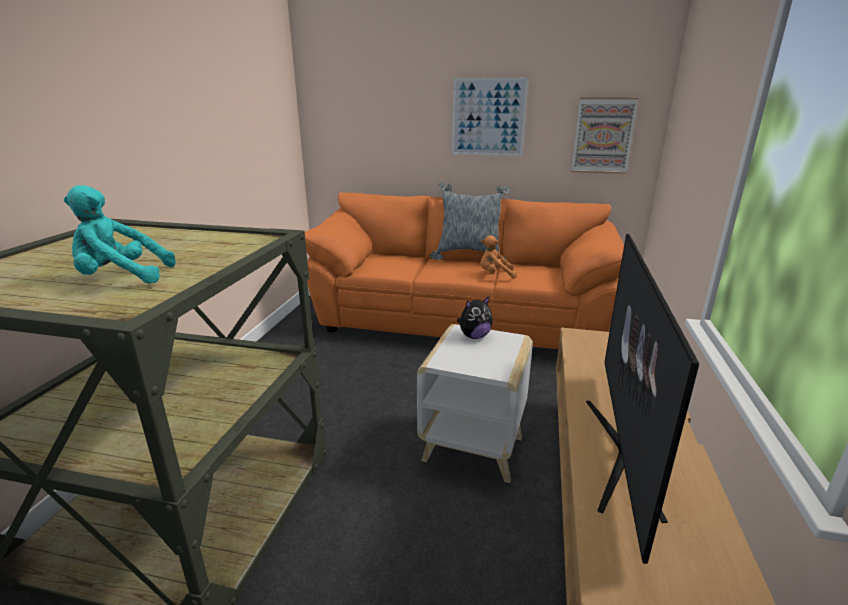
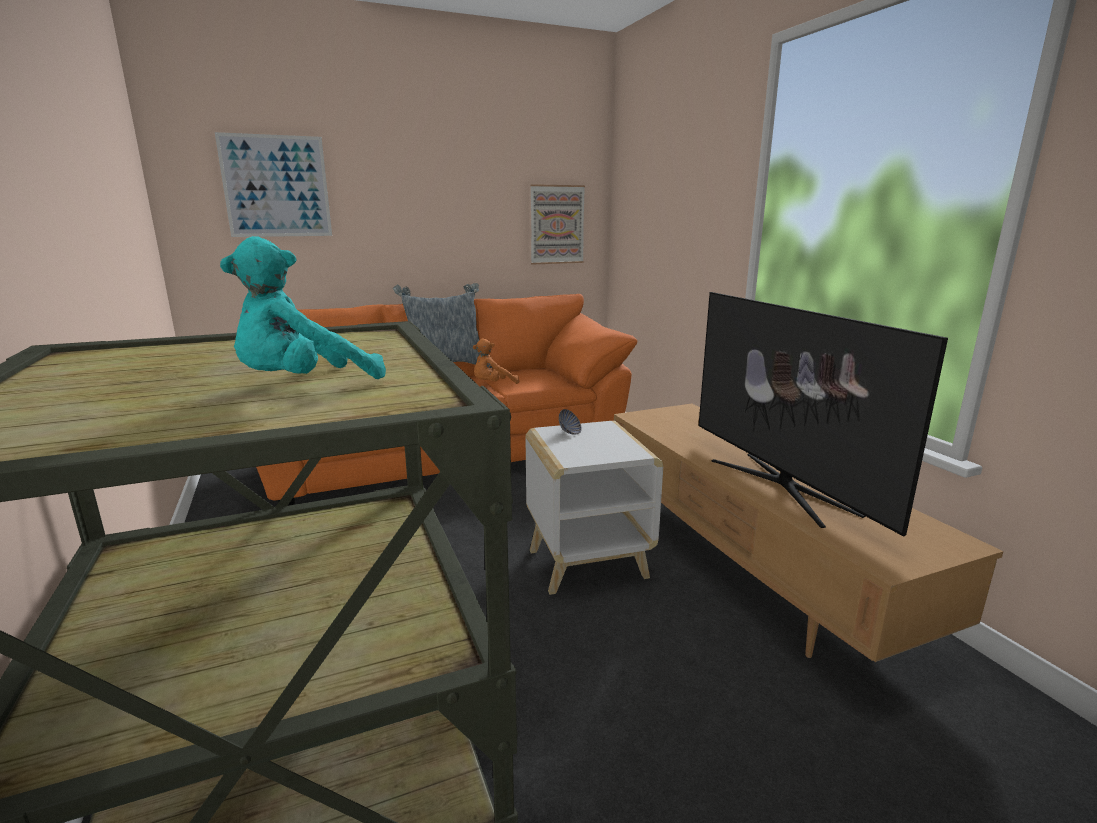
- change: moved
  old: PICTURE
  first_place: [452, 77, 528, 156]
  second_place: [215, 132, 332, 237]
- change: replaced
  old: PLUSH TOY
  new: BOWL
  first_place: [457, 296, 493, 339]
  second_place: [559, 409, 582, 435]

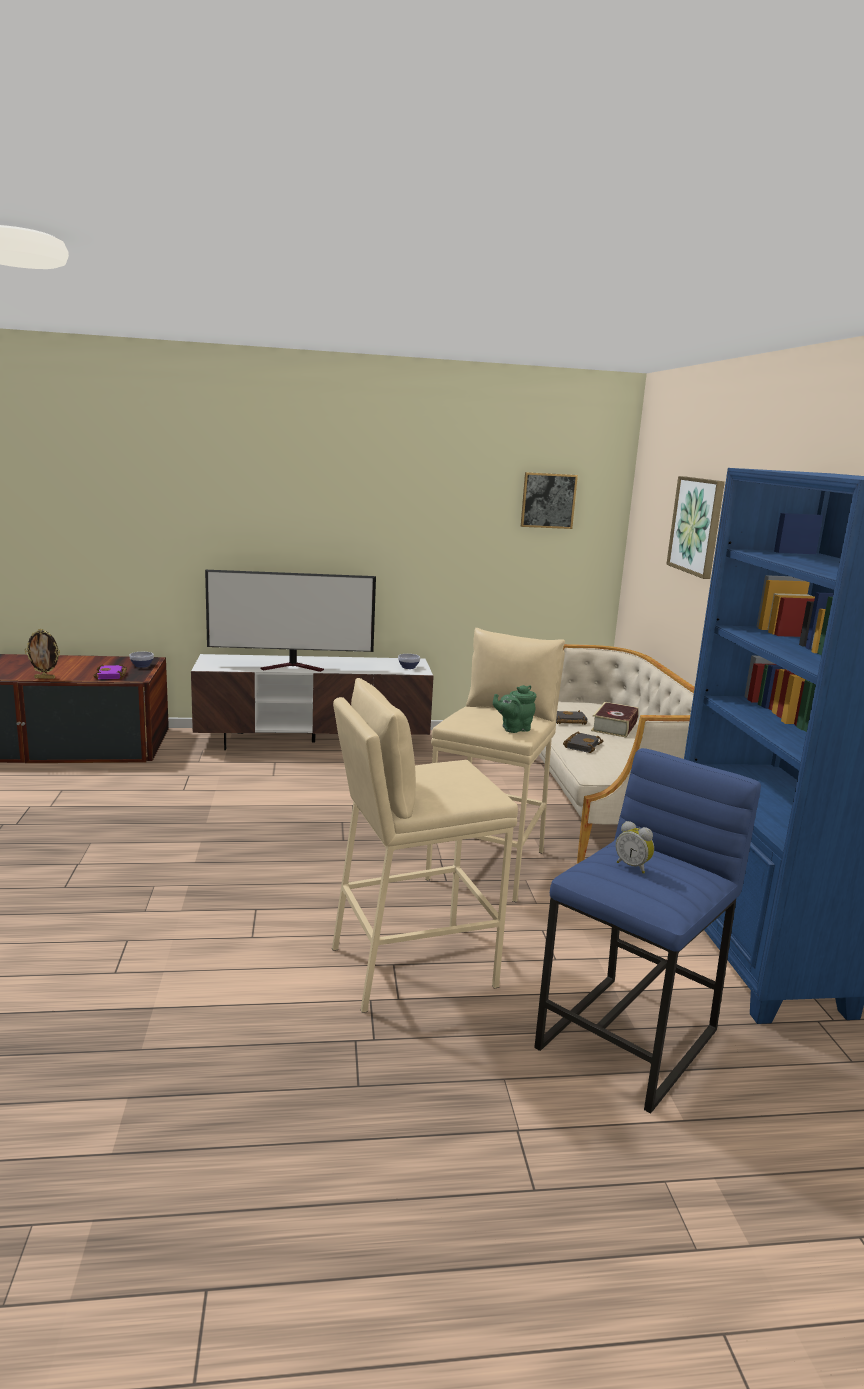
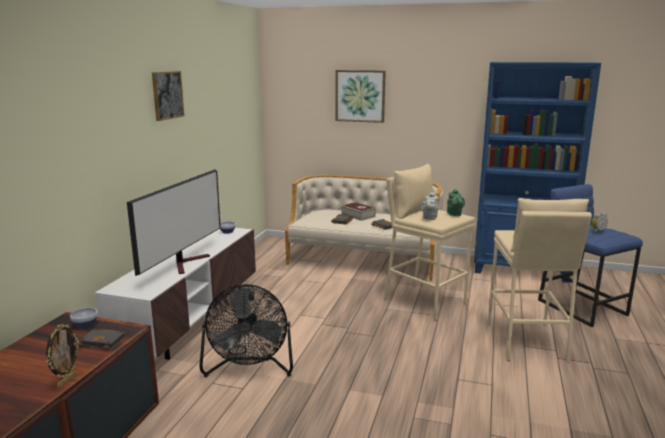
- change: recoloured
  old: PURPLE BOOK
  new: BLACK BOOK
  first_place: [94, 664, 127, 679]
  second_place: [78, 328, 125, 350]
- change: moved
  old: PICTURE
  first_place: [521, 472, 578, 529]
  second_place: [152, 71, 185, 121]
- change: added
  new: BLACK FAN
  second_place: [199, 284, 293, 378]
- change: added
  new: GREY TEAPOT
  second_place: [421, 192, 439, 220]

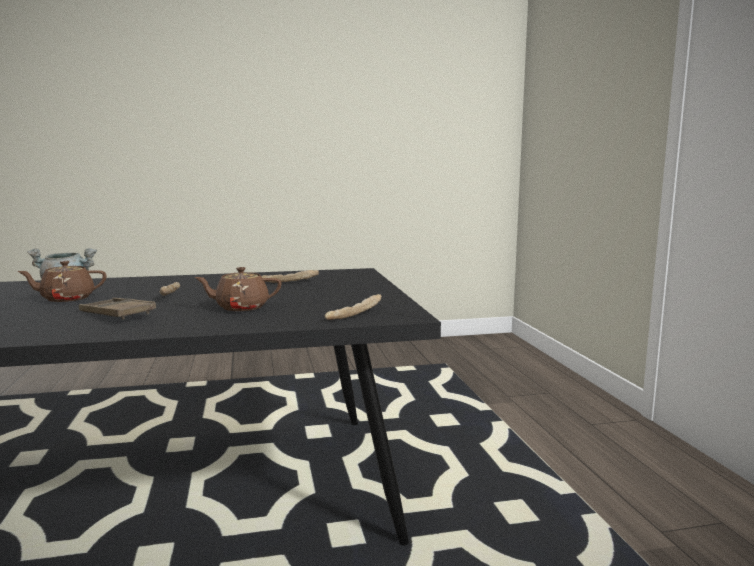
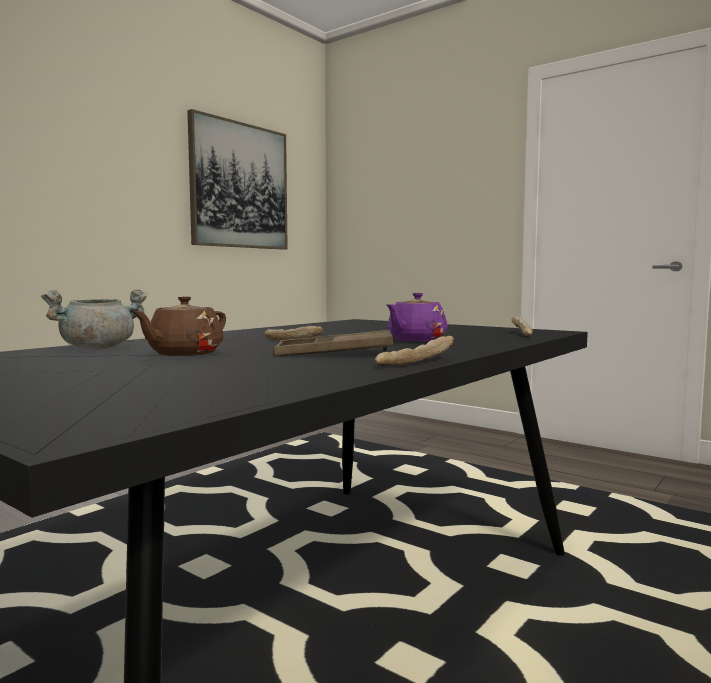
- change: recoloured
  old: BROWN TEAPOT
  new: PURPLE TEAPOT
  first_place: [194, 267, 282, 311]
  second_place: [386, 292, 448, 341]
- change: moved
  old: BREAD
  first_place: [262, 270, 319, 283]
  second_place: [375, 336, 453, 366]
- change: added
  new: PICTURE
  second_place: [187, 109, 288, 250]

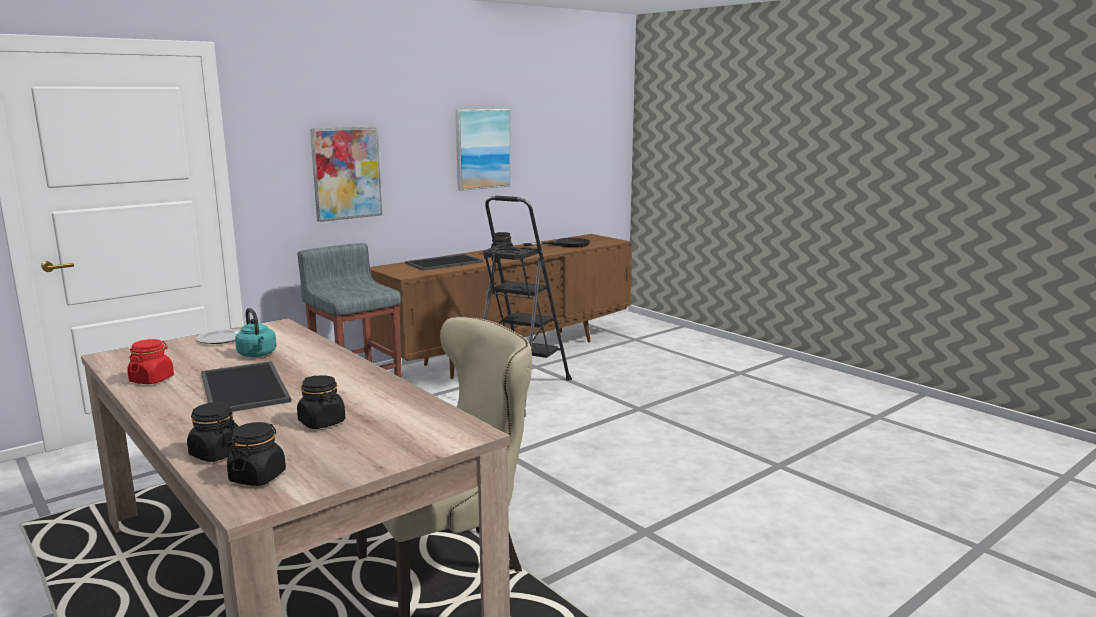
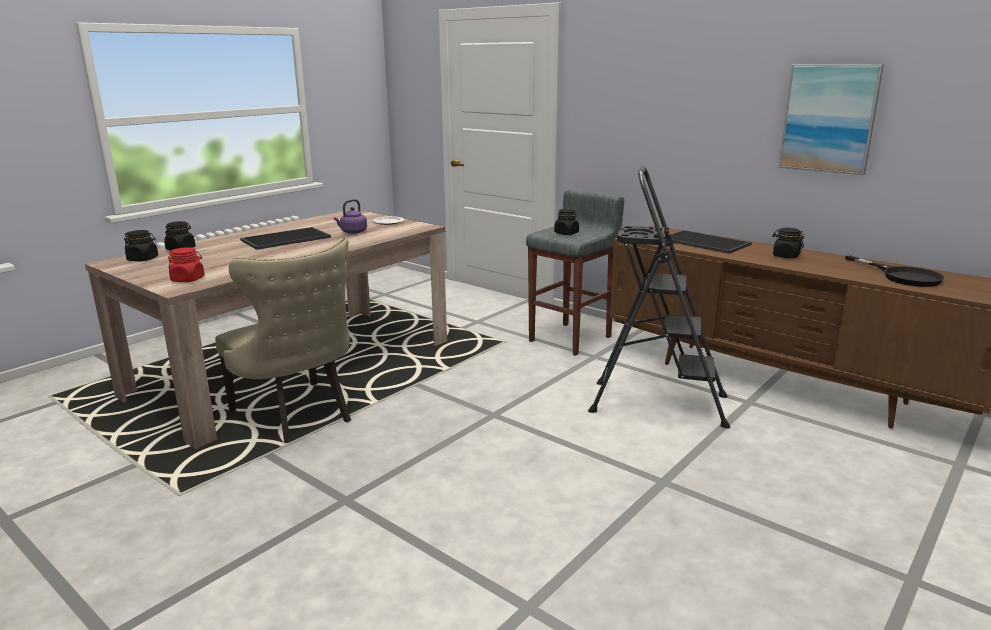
- change: moved
  old: RED JAR
  first_place: [127, 339, 174, 384]
  second_place: [168, 247, 205, 282]
- change: recoloured
  old: TURQUOISE KETTLE
  new: PURPLE KETTLE
  first_place: [235, 308, 277, 357]
  second_place: [334, 199, 367, 234]
- change: moved
  old: BLACK JAR
  first_place: [297, 375, 345, 429]
  second_place: [554, 209, 579, 235]
- change: removed
  old: PICTURE
  first_place: [310, 127, 382, 222]

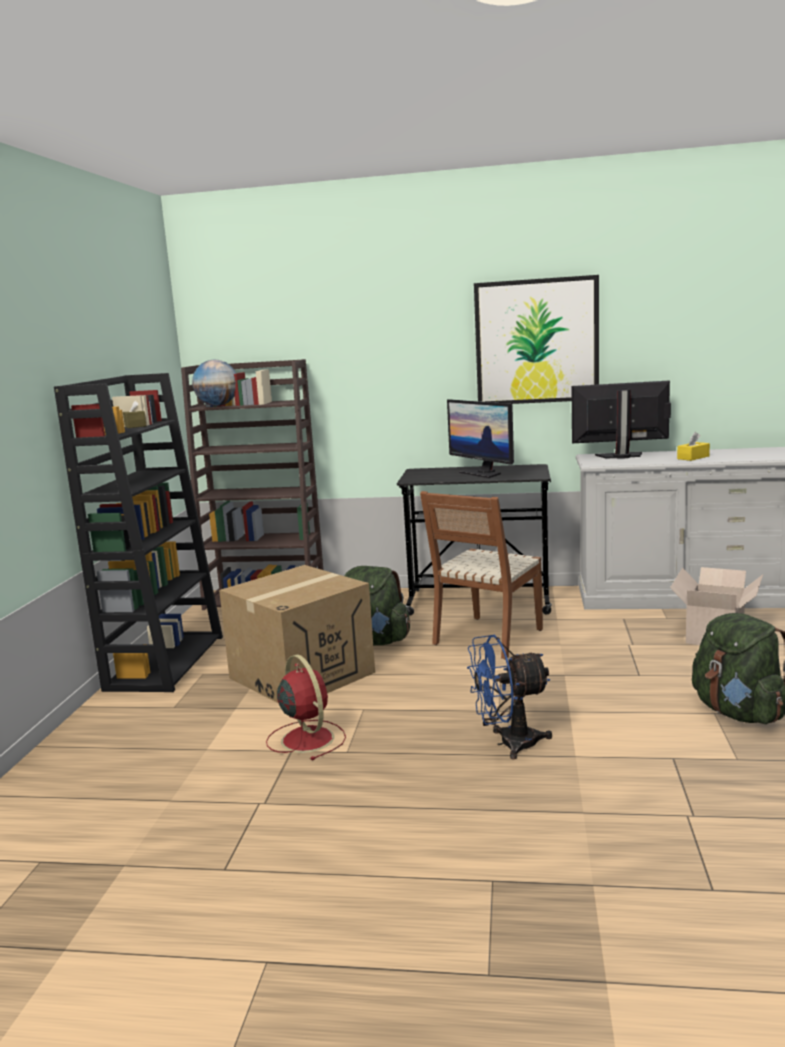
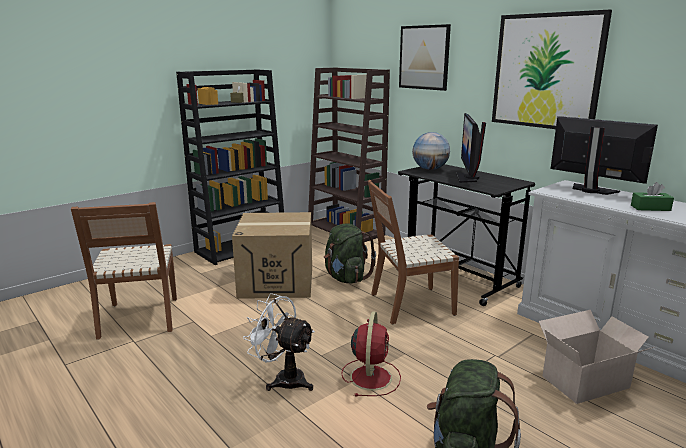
- change: moved
  old: GLOBE
  first_place: [192, 360, 236, 406]
  second_place: [412, 132, 450, 170]
- change: moved
  old: RED FAN
  first_place: [266, 655, 346, 760]
  second_place: [341, 311, 401, 397]
- change: recoloured
  old: BLUE FAN
  new: WHITE FAN
  first_place: [467, 635, 552, 760]
  second_place: [243, 293, 315, 391]
- change: recoloured
  old: YELLOW TISSUE BOX
  new: GREEN TISSUE BOX
  first_place: [677, 432, 710, 461]
  second_place: [631, 182, 674, 211]
- change: added
  new: CHAIR
  second_place: [71, 202, 177, 340]
- change: added
  new: PICTURE
  second_place: [399, 24, 451, 91]

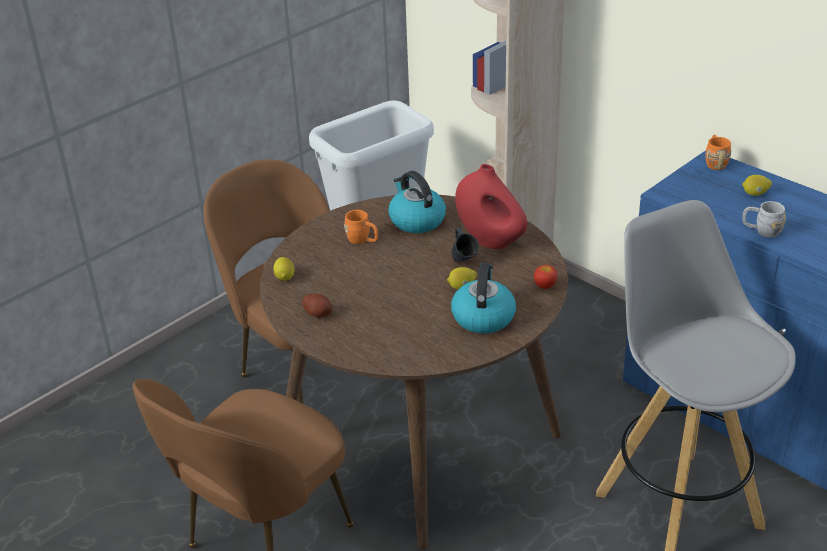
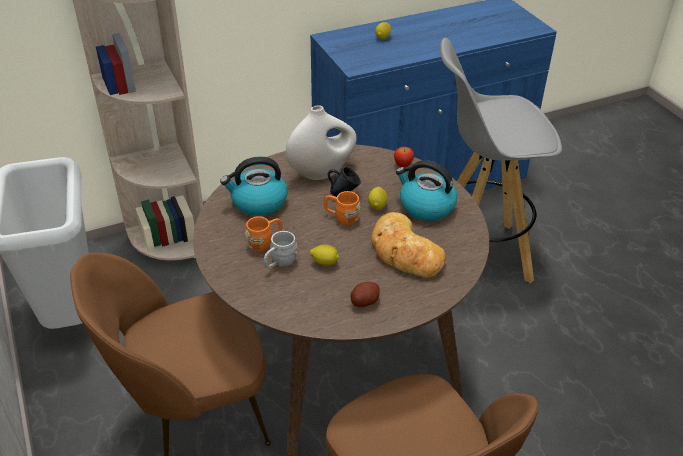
- change: moved
  old: LEMON
  first_place: [273, 257, 294, 281]
  second_place: [310, 244, 339, 266]
- change: recoloured
  old: RED VASE
  new: WHITE VASE
  first_place: [455, 164, 528, 249]
  second_place: [286, 106, 357, 180]
- change: moved
  old: ORANGE MUG
  first_place: [705, 135, 731, 170]
  second_place: [324, 191, 361, 225]
- change: moved
  old: GREY MUG
  first_place: [742, 201, 786, 238]
  second_place: [264, 231, 297, 269]
- change: added
  new: BREAD
  second_place: [371, 212, 446, 278]

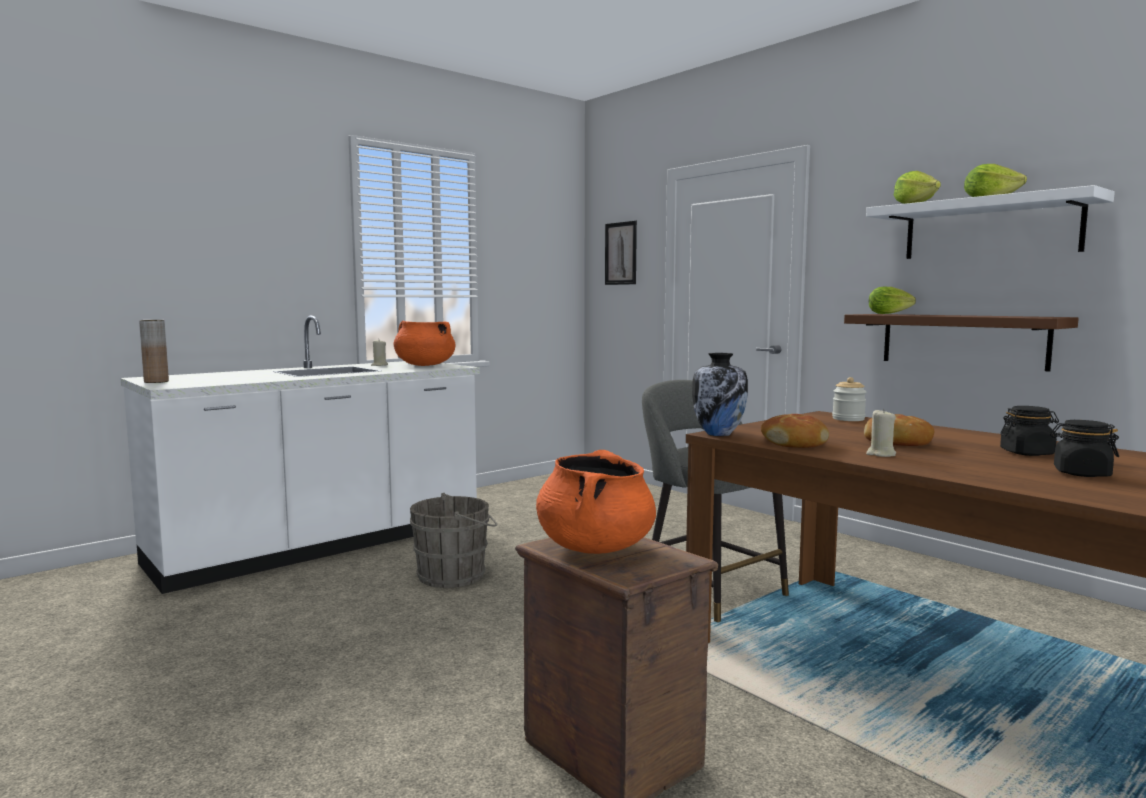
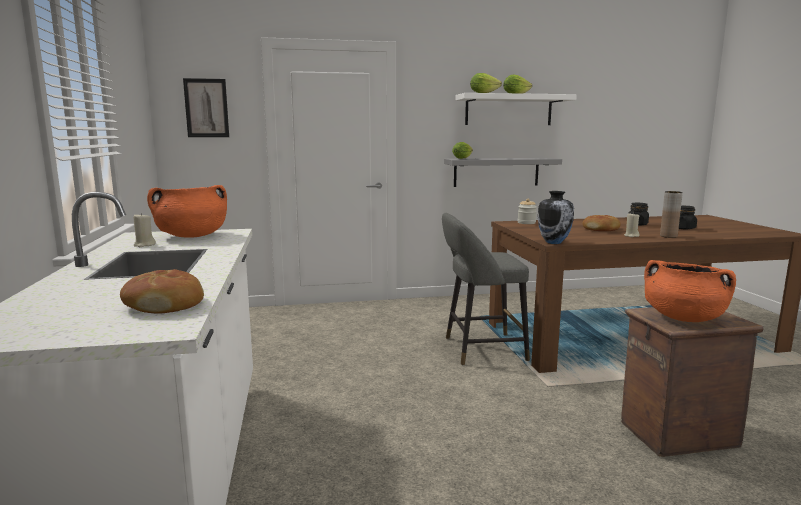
- change: moved
  old: BROWN VASE
  first_place: [139, 320, 169, 383]
  second_place: [660, 191, 683, 238]
- change: removed
  old: GREY BUCKET
  first_place: [410, 493, 497, 588]
- change: moved
  old: BREAD
  first_place: [761, 414, 829, 448]
  second_place: [120, 269, 204, 314]
- change: recoloured
  old: BROWN SHELF
  new: GREY SHELF
  first_place: [844, 314, 1079, 372]
  second_place: [444, 158, 562, 187]

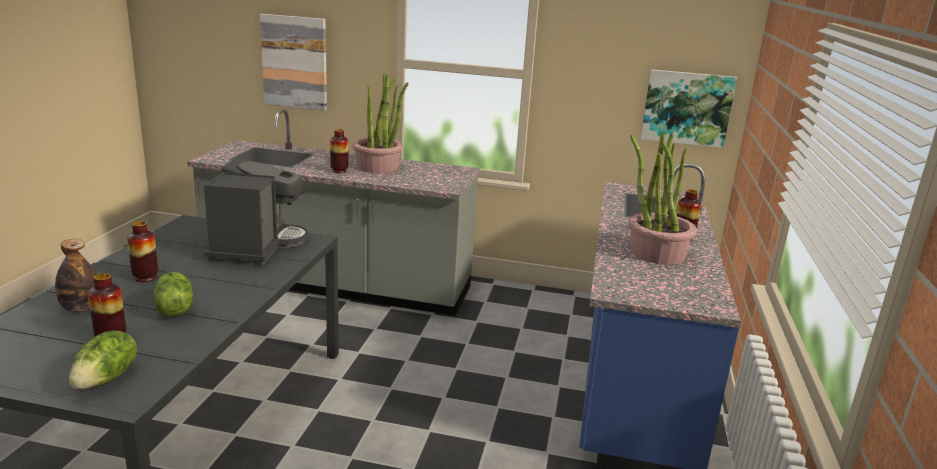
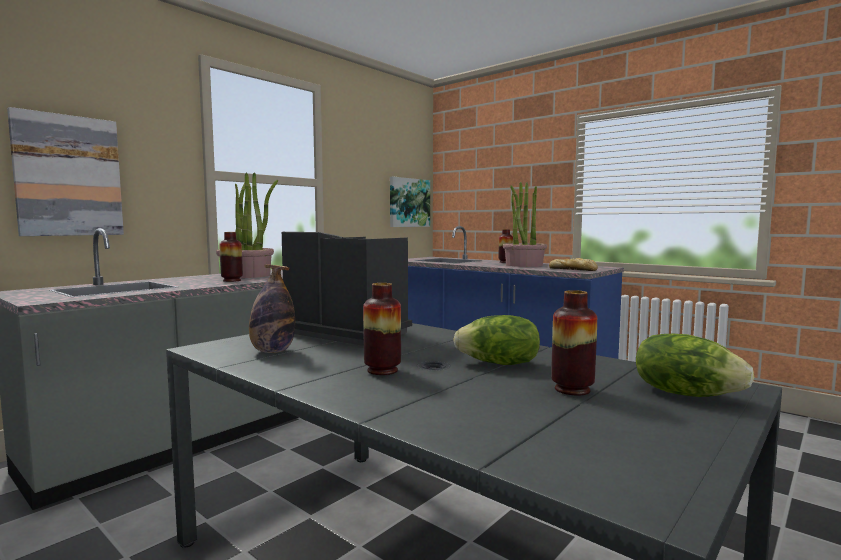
- change: moved
  old: BOTTLE
  first_place: [55, 239, 96, 313]
  second_place: [249, 264, 295, 353]
- change: added
  new: BREAD
  second_place: [549, 258, 598, 271]

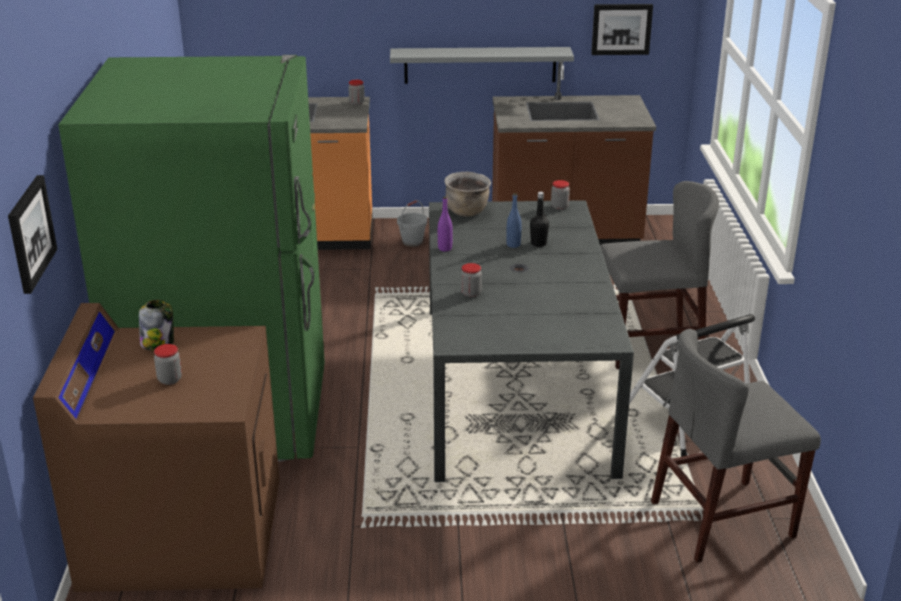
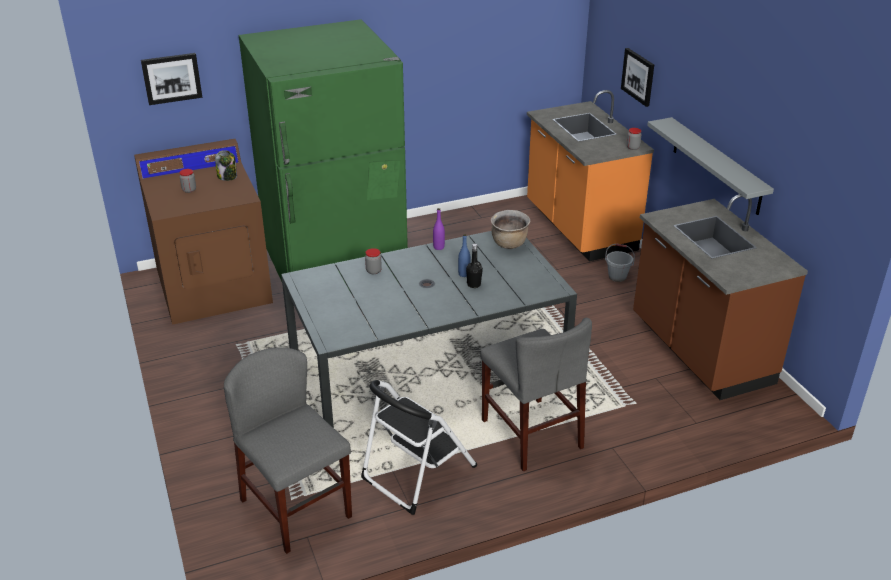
- change: removed
  old: JAR
  first_place: [551, 180, 570, 210]
- change: moved
  old: PICTURE
  first_place: [591, 4, 653, 55]
  second_place: [621, 48, 654, 107]

